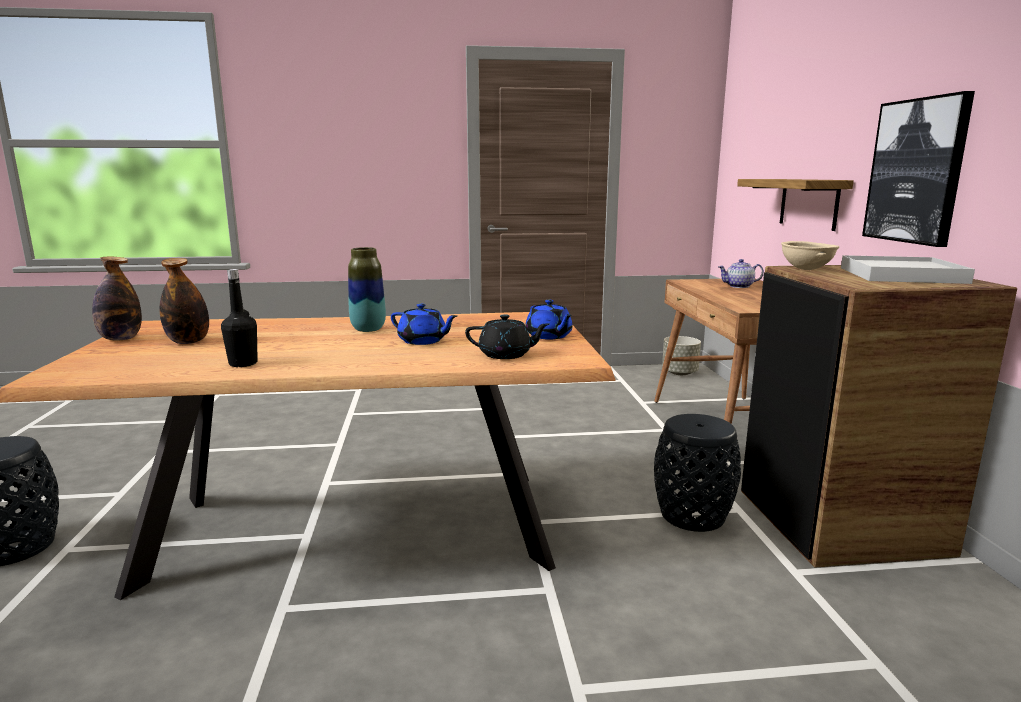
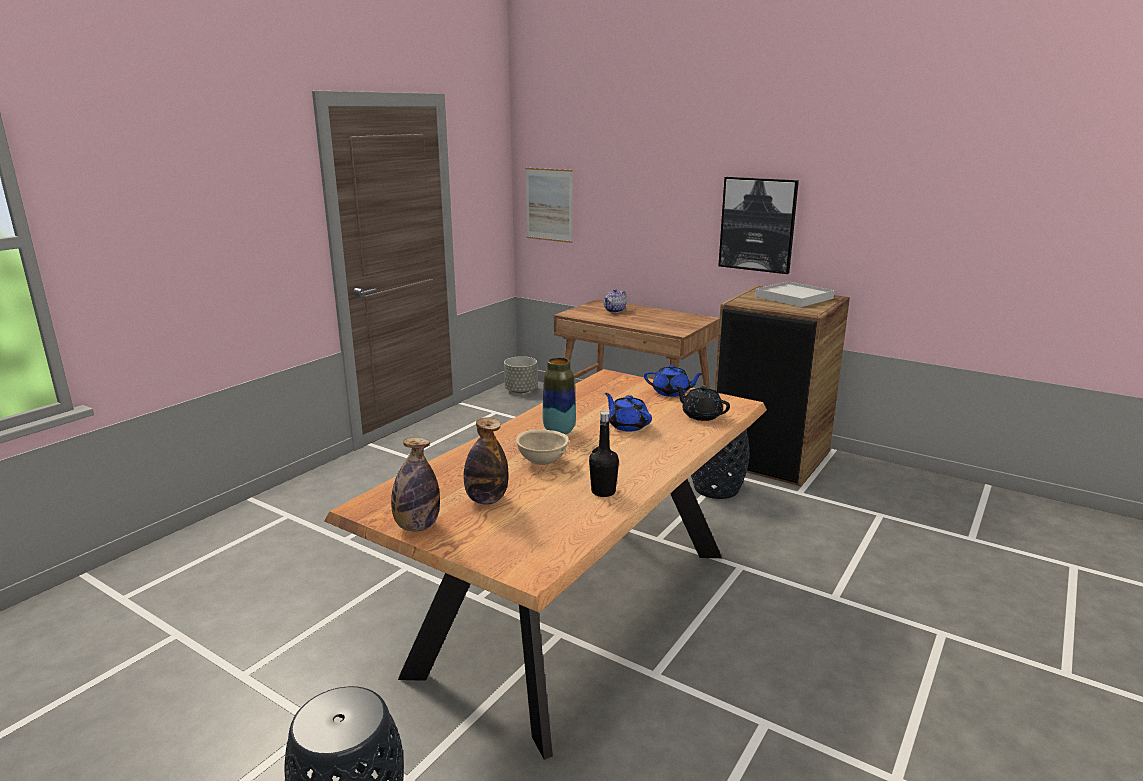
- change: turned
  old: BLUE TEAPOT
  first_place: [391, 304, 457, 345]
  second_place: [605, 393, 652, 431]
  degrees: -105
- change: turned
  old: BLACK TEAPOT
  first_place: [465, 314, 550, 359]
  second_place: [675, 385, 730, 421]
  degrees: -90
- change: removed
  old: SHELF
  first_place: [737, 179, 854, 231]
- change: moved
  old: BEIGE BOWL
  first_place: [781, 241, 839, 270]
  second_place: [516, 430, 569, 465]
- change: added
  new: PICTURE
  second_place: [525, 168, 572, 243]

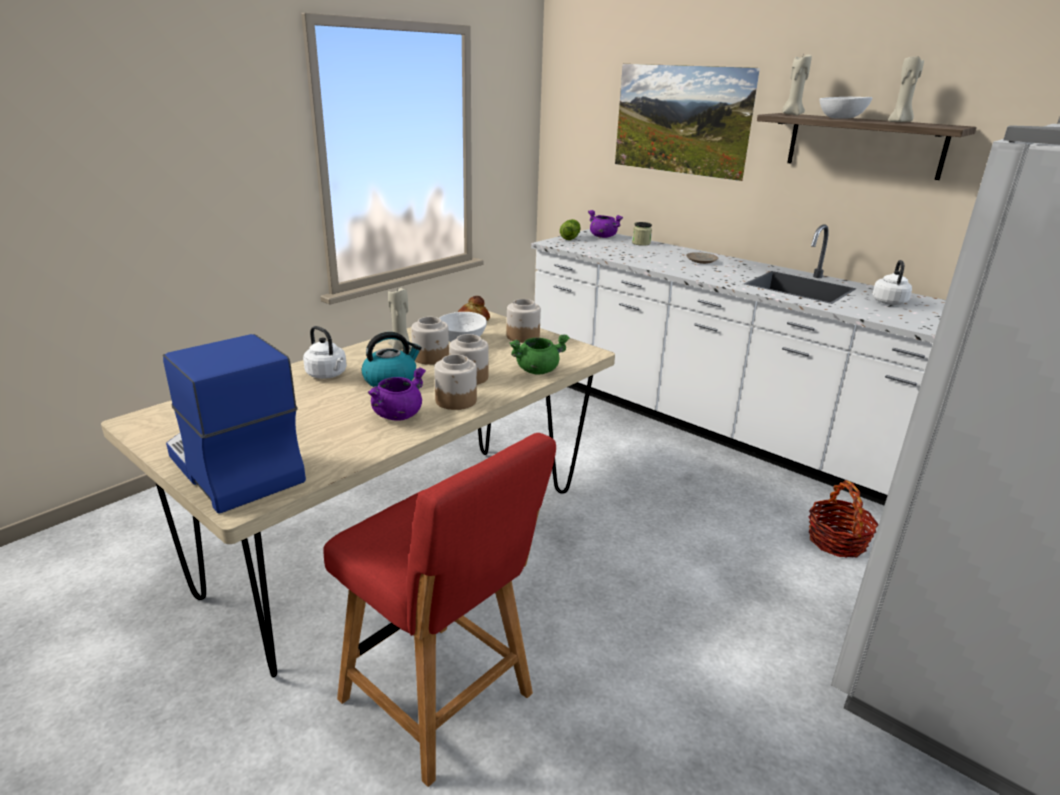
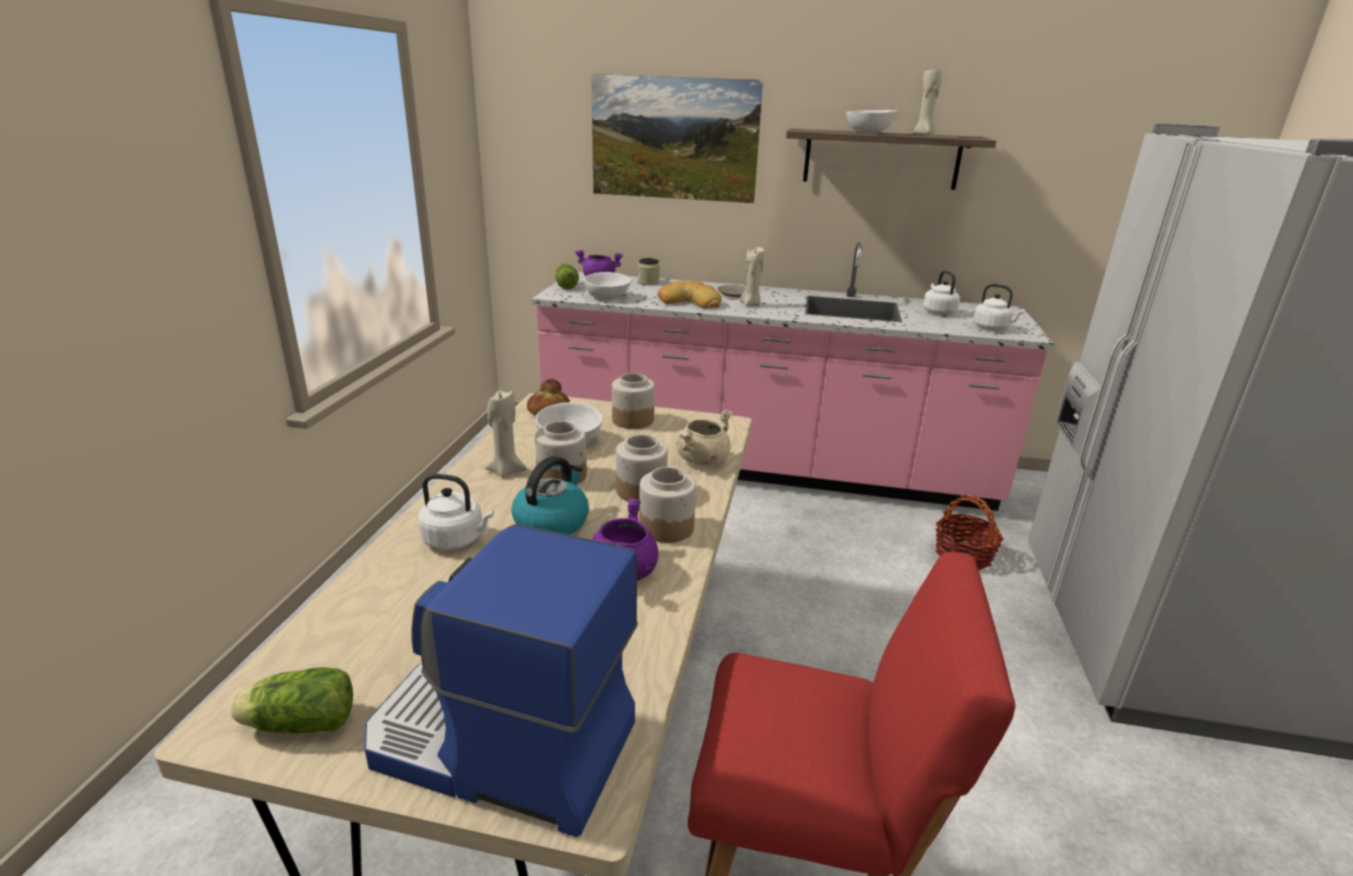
- change: recoloured
  old: GREEN COOKING POT
  new: BEIGE COOKING POT
  first_place: [509, 334, 570, 375]
  second_place: [676, 409, 733, 466]
- change: recoloured
  old: WHITE COUNTER
  new: PINK COUNTER
  first_place: [531, 224, 946, 506]
  second_place: [531, 242, 1054, 511]
- change: moved
  old: BEIGE CANDLE
  first_place: [782, 55, 812, 116]
  second_place: [740, 247, 764, 306]
- change: added
  new: LETTUCE
  second_place: [231, 667, 353, 734]
- change: added
  new: WHITE BOWL
  second_place: [584, 272, 631, 300]
- change: added
  new: BREAD
  second_place: [657, 280, 722, 308]
- change: added
  new: WHITE KETTLE
  second_place: [973, 284, 1025, 330]

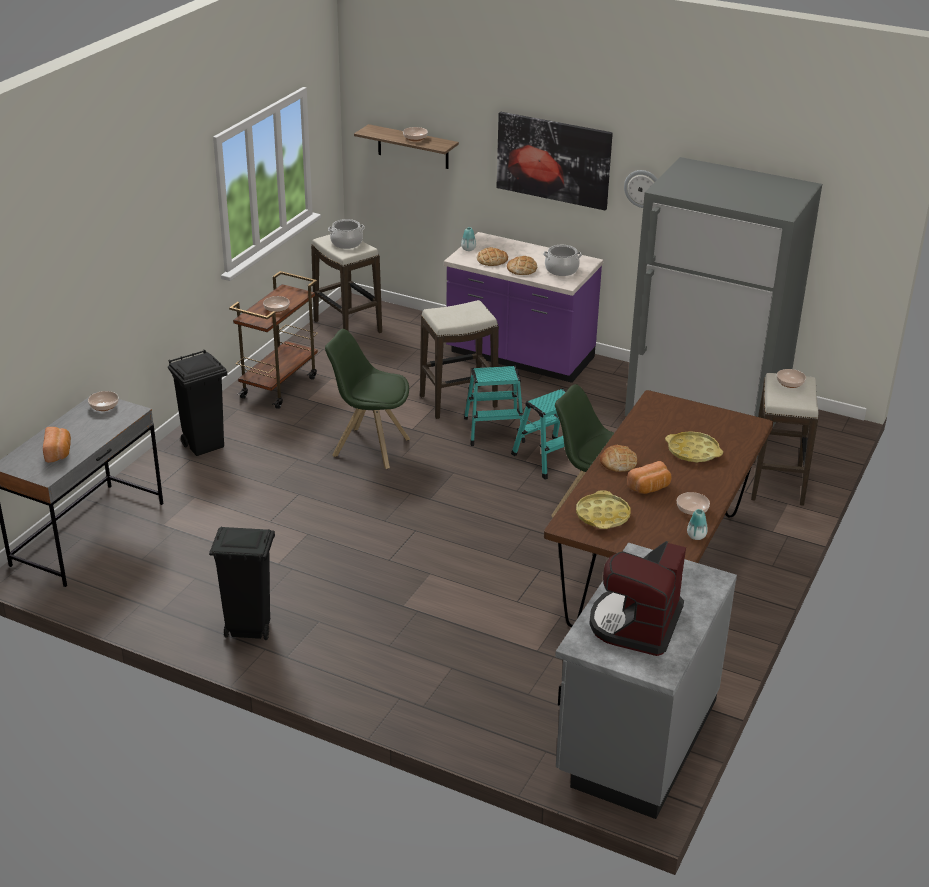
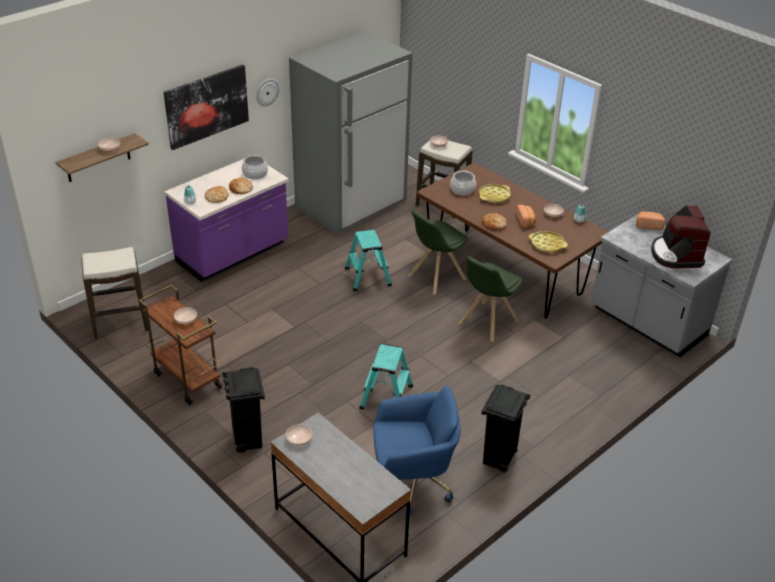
- change: moved
  old: BREAD
  first_place: [43, 427, 71, 463]
  second_place: [636, 211, 665, 230]
- change: moved
  old: GREEN CHAIR
  first_place: [325, 329, 410, 469]
  second_place: [459, 256, 523, 342]
- change: moved
  old: COOKING POT
  first_place: [328, 219, 365, 249]
  second_place: [450, 170, 476, 195]
- change: removed
  old: STOOL
  first_place: [420, 300, 499, 419]
- change: moved
  old: TURQUOISE STEP LADDER
  first_place: [464, 366, 525, 446]
  second_place: [359, 343, 413, 410]
- change: turned
  old: COFFEE MACHINE
  first_place: [589, 541, 686, 656]
  second_place: [651, 205, 711, 268]
  degrees: 45
- change: added
  new: BLUE OFFICE CHAIR
  second_place: [373, 385, 460, 516]

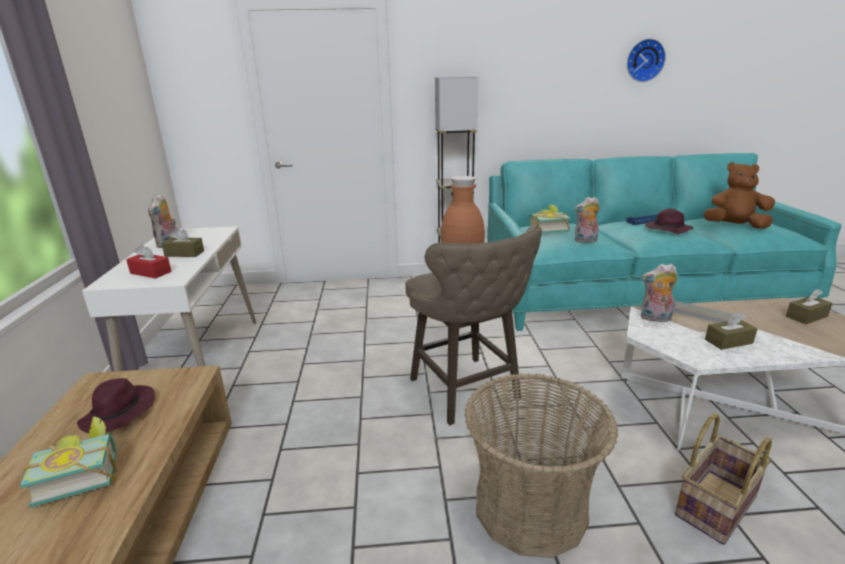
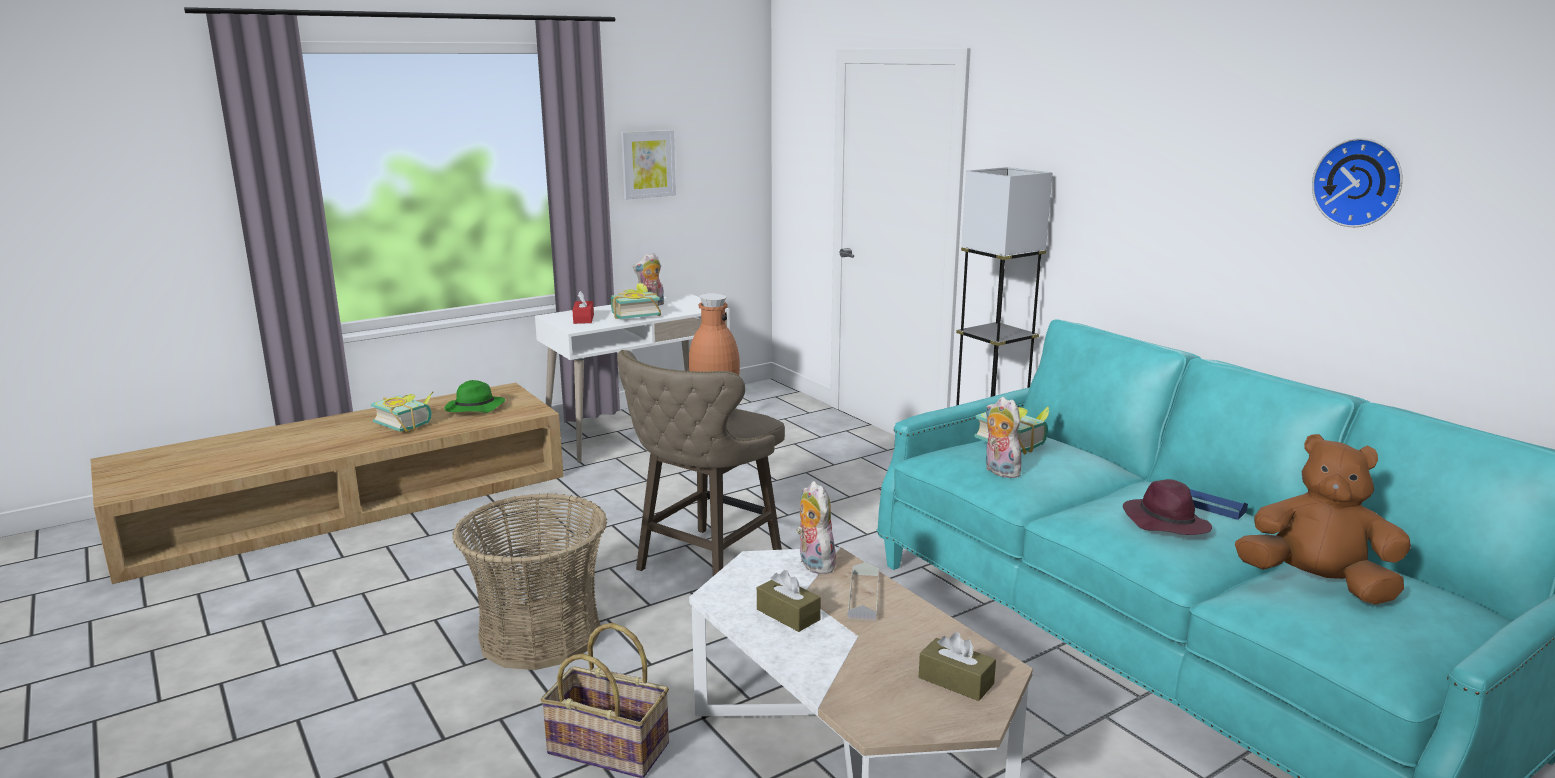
- change: recoloured
  old: PURPLE HAT
  new: GREEN HAT
  first_place: [77, 378, 155, 433]
  second_place: [444, 380, 505, 413]
- change: replaced
  old: BROWN TISSUE BOX
  new: BOOK
  first_place: [161, 227, 204, 257]
  second_place: [611, 283, 661, 319]
- change: turned
  old: BROWN PLUSH TOY
  first_place: [704, 162, 775, 229]
  second_place: [1235, 434, 1411, 605]
  degrees: -45
- change: added
  new: PICTURE
  second_place: [621, 130, 676, 199]

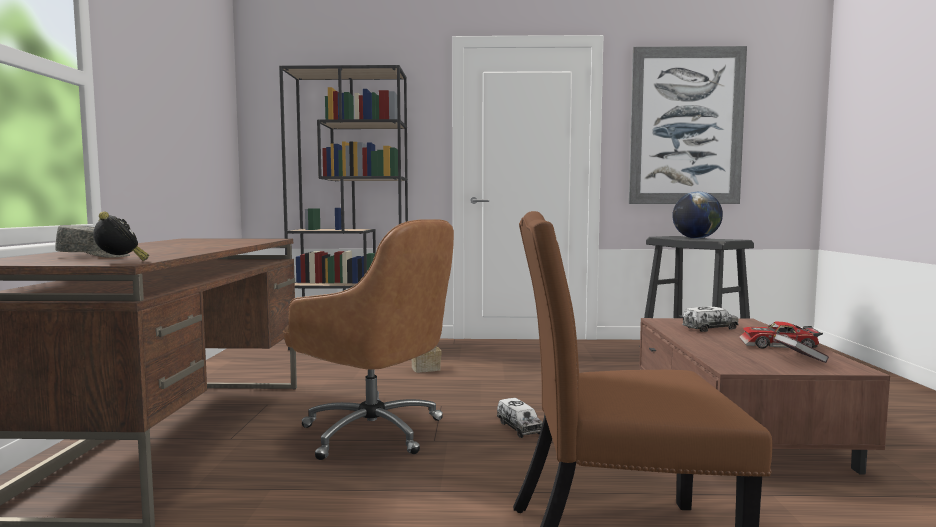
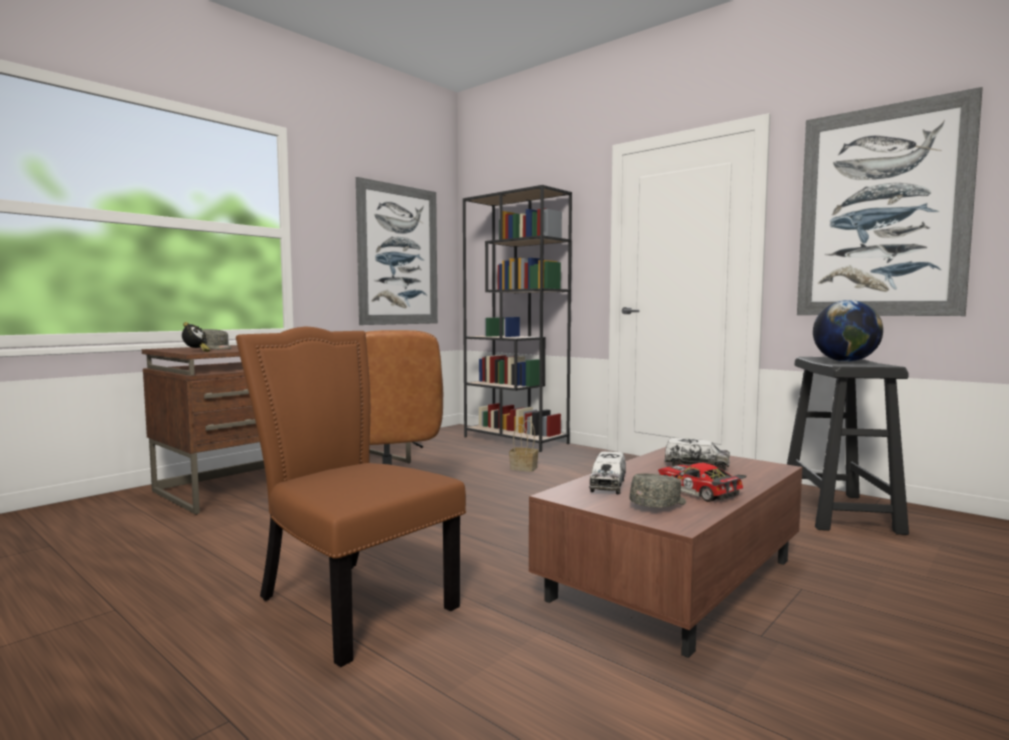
- change: moved
  old: TOY TRUCK
  first_place: [497, 398, 543, 438]
  second_place: [589, 451, 626, 494]
- change: replaced
  old: BOOK
  new: GREY CAP
  first_place: [773, 333, 829, 363]
  second_place: [630, 474, 686, 507]
- change: added
  new: PICTURE
  second_place: [356, 177, 438, 325]

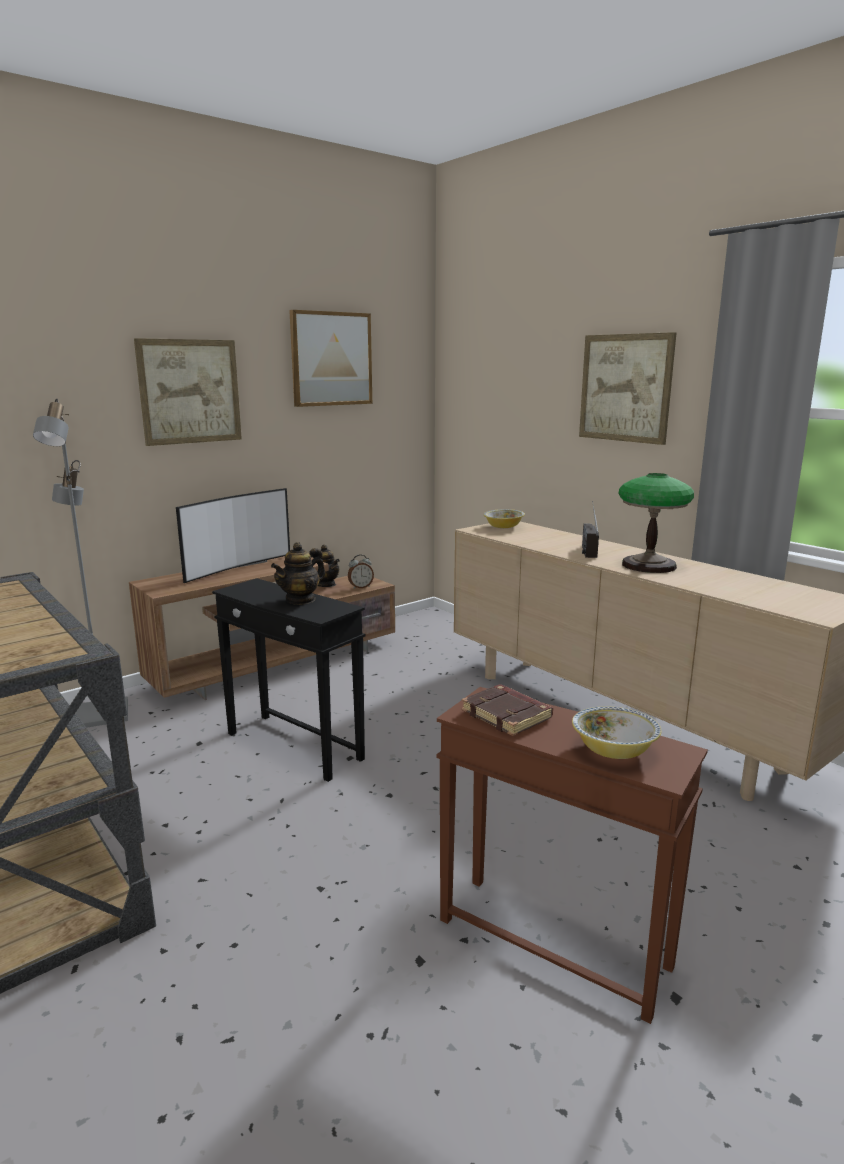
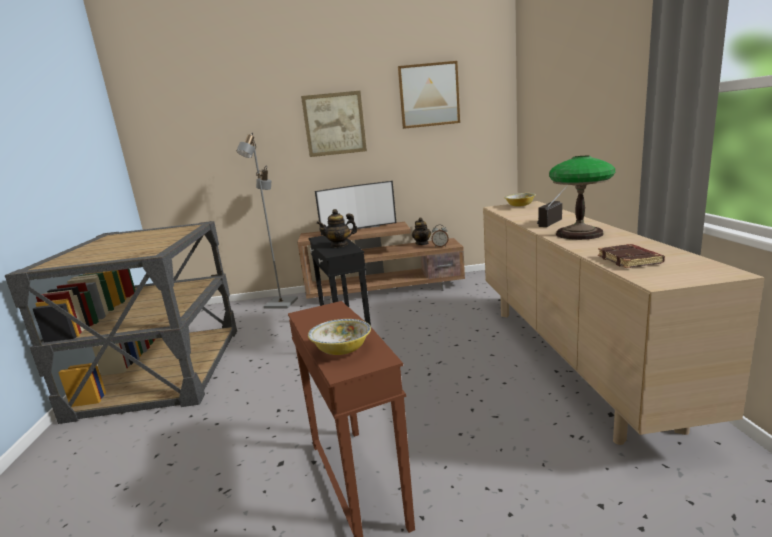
- change: moved
  old: BROWN BOOK
  first_place: [461, 684, 553, 736]
  second_place: [598, 244, 665, 268]
- change: removed
  old: PICTURE
  first_place: [579, 332, 676, 445]

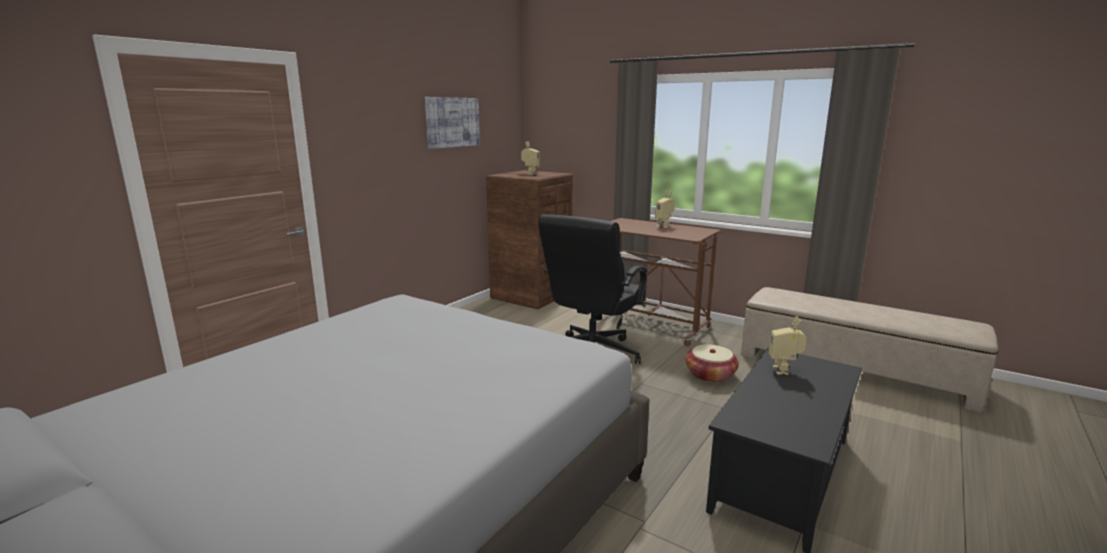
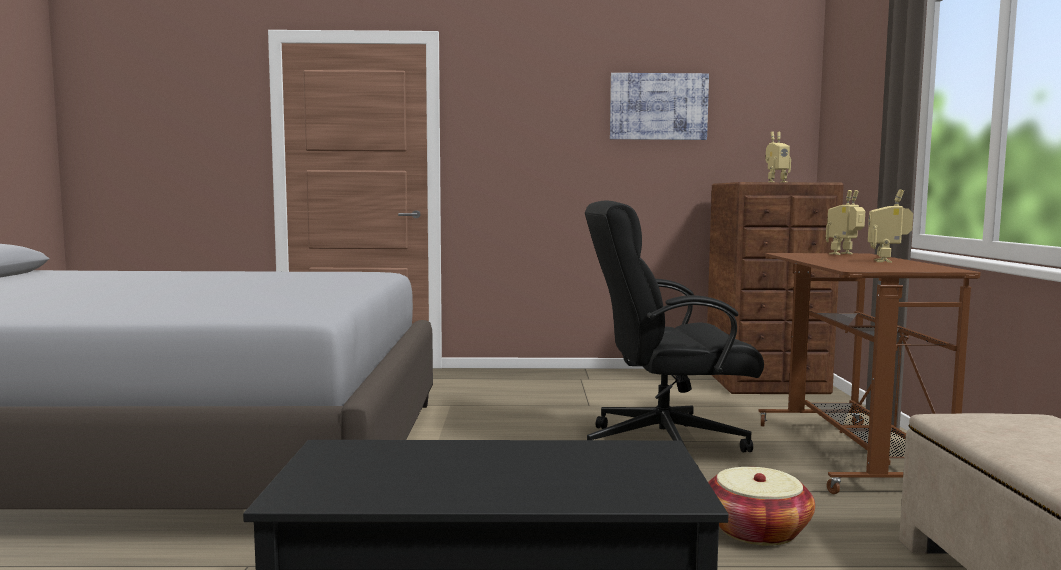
- change: moved
  old: TOY ROBOT
  first_place: [769, 316, 807, 375]
  second_place: [826, 190, 865, 255]

